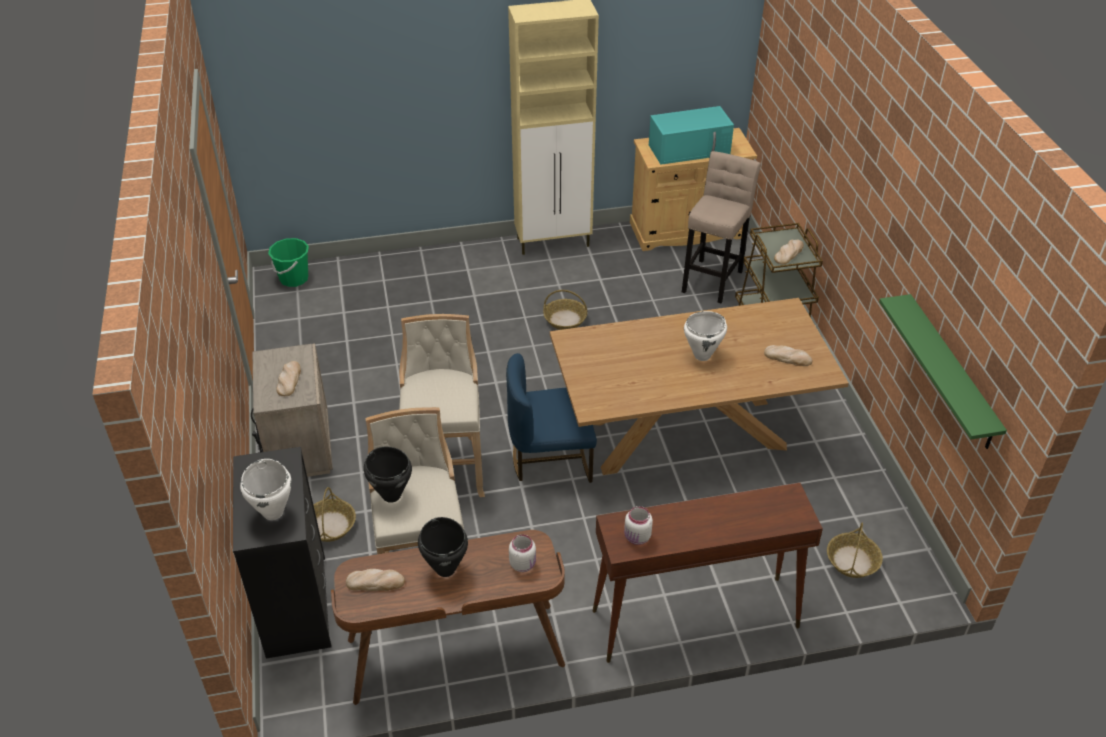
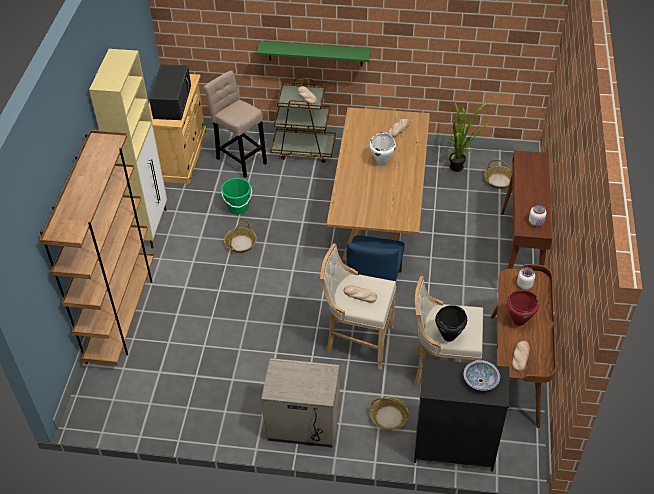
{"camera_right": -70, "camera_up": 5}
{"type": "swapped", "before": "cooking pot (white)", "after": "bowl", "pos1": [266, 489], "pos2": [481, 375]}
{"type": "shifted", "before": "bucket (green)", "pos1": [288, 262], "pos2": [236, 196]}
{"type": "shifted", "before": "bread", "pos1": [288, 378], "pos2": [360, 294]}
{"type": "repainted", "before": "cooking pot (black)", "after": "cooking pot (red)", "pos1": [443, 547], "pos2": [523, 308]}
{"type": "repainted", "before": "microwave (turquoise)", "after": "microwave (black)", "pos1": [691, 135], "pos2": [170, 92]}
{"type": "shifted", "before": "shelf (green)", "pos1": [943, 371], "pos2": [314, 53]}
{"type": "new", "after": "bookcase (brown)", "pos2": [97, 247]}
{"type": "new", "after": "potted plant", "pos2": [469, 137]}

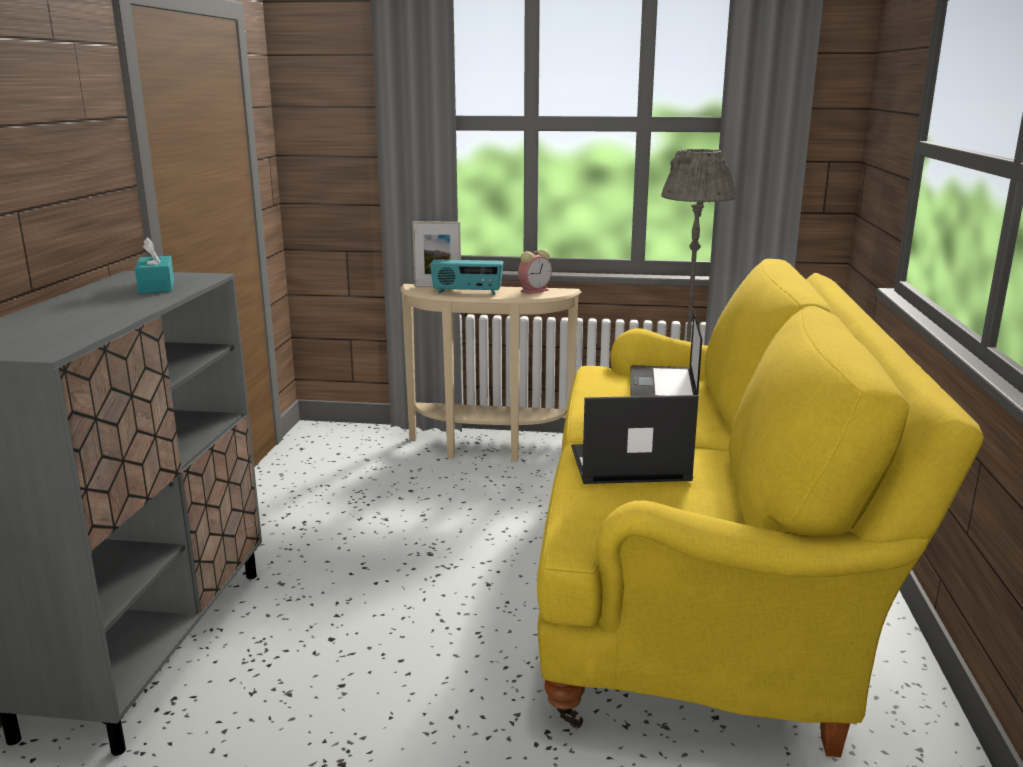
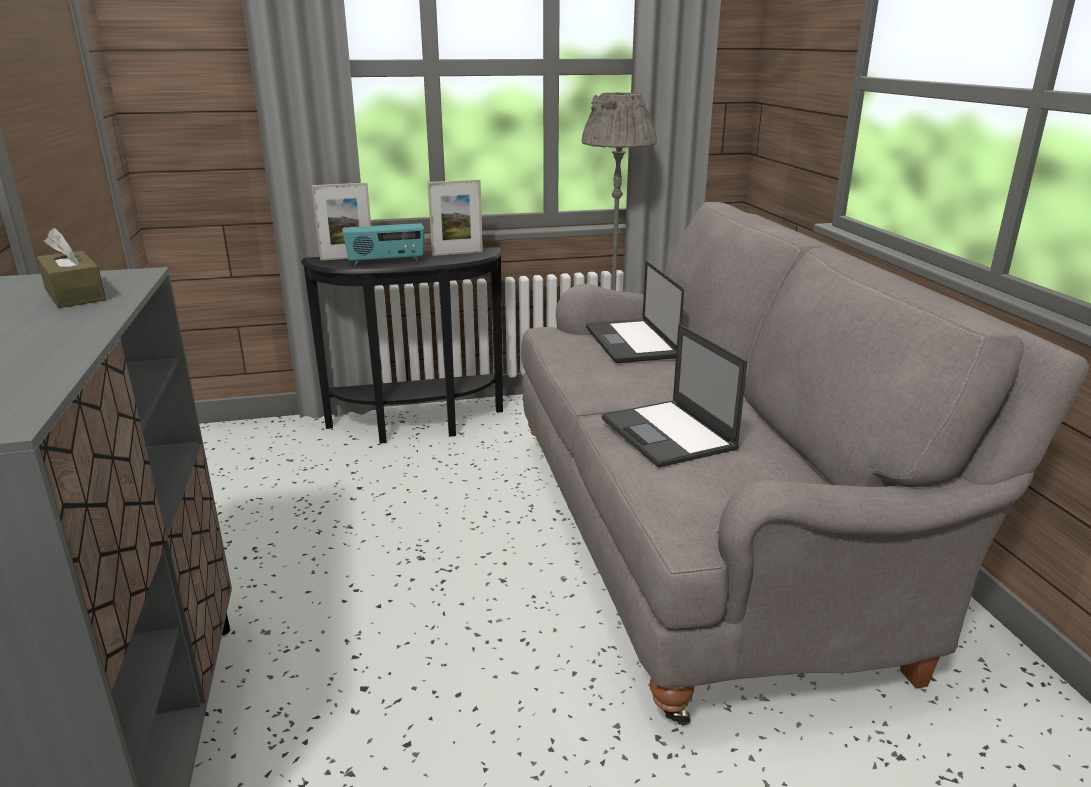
{"camera_right": -20, "camera_up": 5}
{"type": "repainted", "before": "tissue box (turquoise)", "after": "tissue box (brown)", "pos1": [154, 265], "pos2": [71, 268]}
{"type": "repainted", "before": "console table (beige)", "after": "console table (black)", "pos1": [491, 373], "pos2": [402, 345]}
{"type": "swapped", "before": "alarm clock", "after": "picture frame", "pos1": [535, 271], "pos2": [455, 217]}
{"type": "repainted", "before": "sofa (yellow)", "after": "sofa (grey)", "pos1": [760, 508], "pos2": [805, 463]}
{"type": "rotated", "before": "laptop", "pos1": [635, 439], "pos2": [675, 396], "turn": -90}

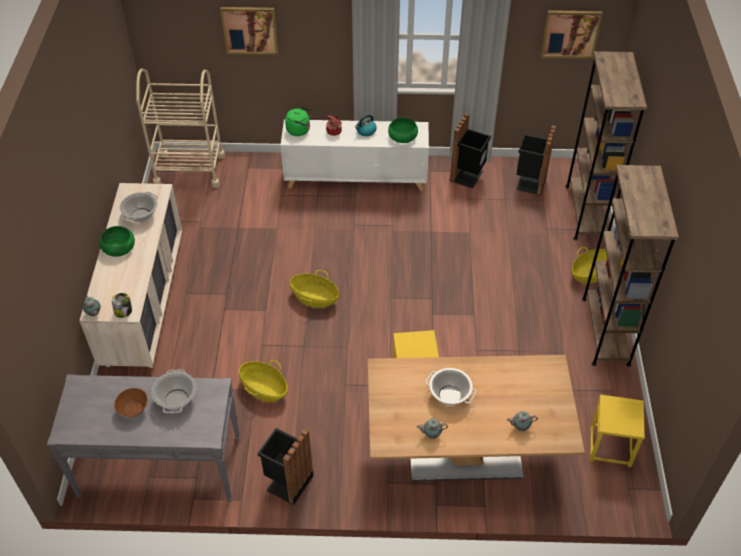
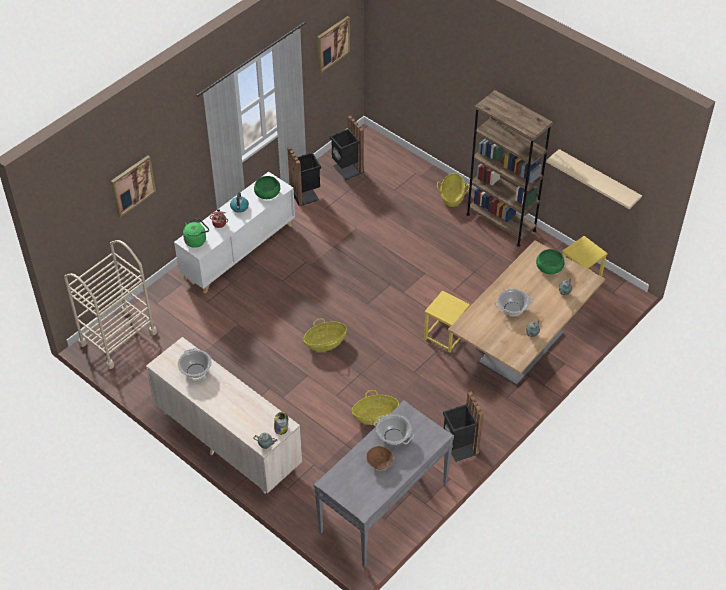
{"camera_right": -50, "camera_up": 0}
{"type": "shifted", "before": "bowl (green)", "pos1": [117, 241], "pos2": [550, 261]}
{"type": "gone", "before": "bookcase (brown)", "pos1": [606, 145]}
{"type": "new", "after": "shelf (beige)", "pos2": [594, 179]}

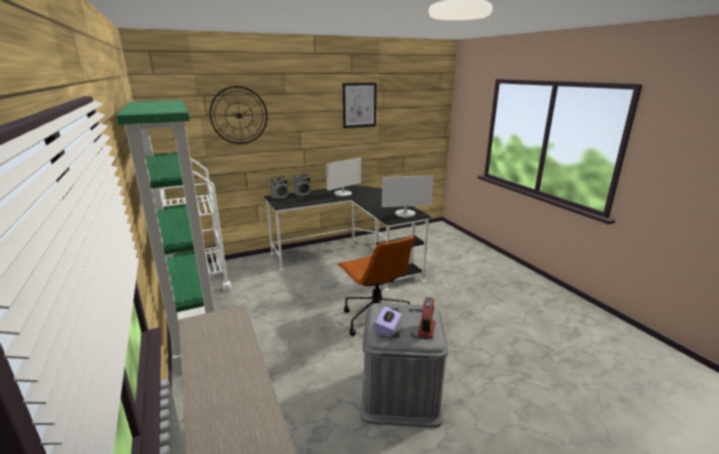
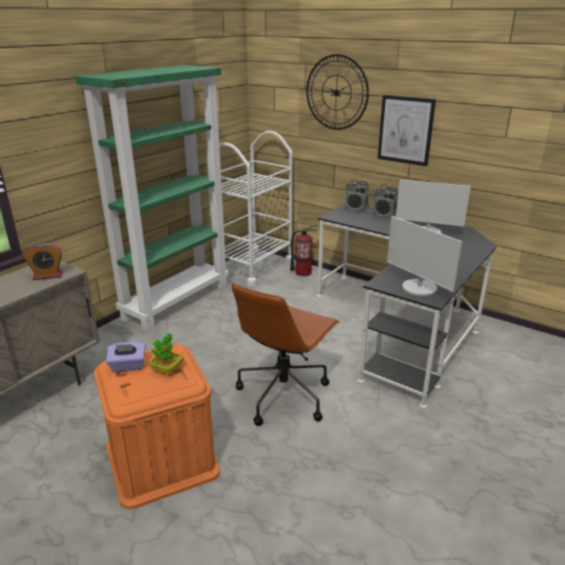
{"camera_right": 60, "camera_up": 5}
{"type": "shifted", "before": "picture", "pos1": [360, 105], "pos2": [407, 130]}
{"type": "repainted", "before": "storage box (grey)", "after": "storage box (orange)", "pos1": [404, 365], "pos2": [157, 426]}
{"type": "shifted", "before": "alarm clock", "pos1": [426, 317], "pos2": [43, 261]}
{"type": "new", "after": "potted plant", "pos2": [166, 353]}
{"type": "new", "after": "fire extinguisher", "pos2": [303, 250]}

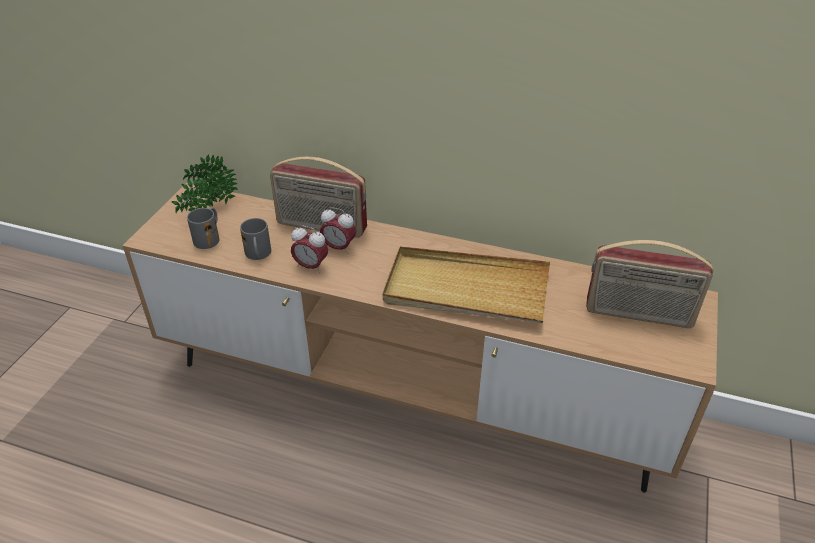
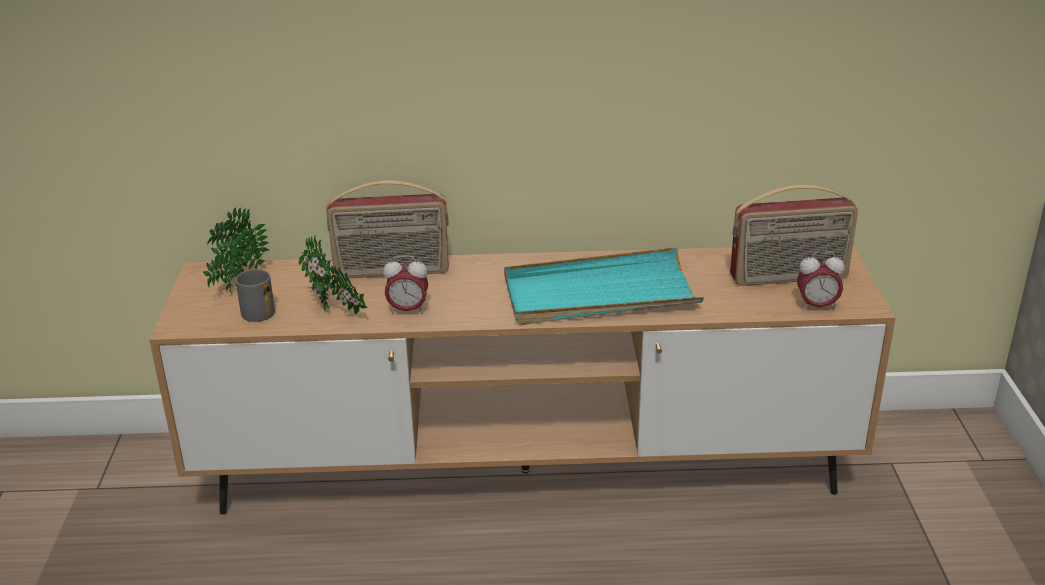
{"camera_right": -20, "camera_up": -10}
{"type": "swapped", "before": "mug (grey)", "after": "potted plant", "pos1": [255, 239], "pos2": [333, 274]}
{"type": "shifted", "before": "alarm clock", "pos1": [338, 230], "pos2": [821, 281]}
{"type": "repainted", "before": "tray (beige)", "after": "tray (turquoise)", "pos1": [466, 284], "pos2": [604, 286]}

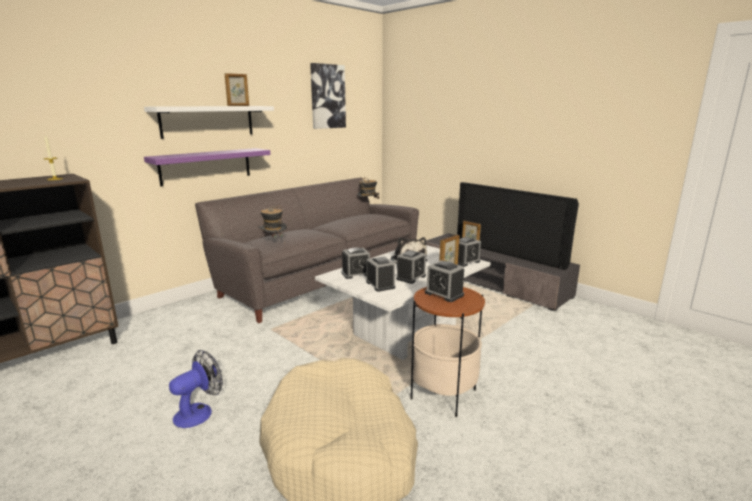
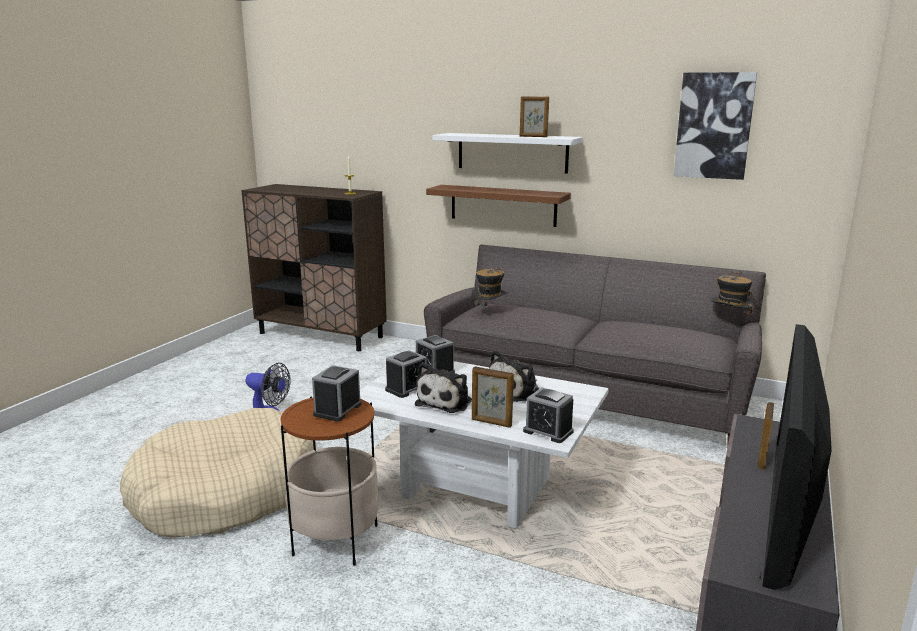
{"camera_right": 70, "camera_up": 0}
{"type": "repainted", "before": "shelf (purple)", "after": "shelf (brown)", "pos1": [207, 167], "pos2": [498, 206]}
{"type": "swapped", "before": "alarm clock", "after": "plush toy", "pos1": [411, 267], "pos2": [443, 387]}

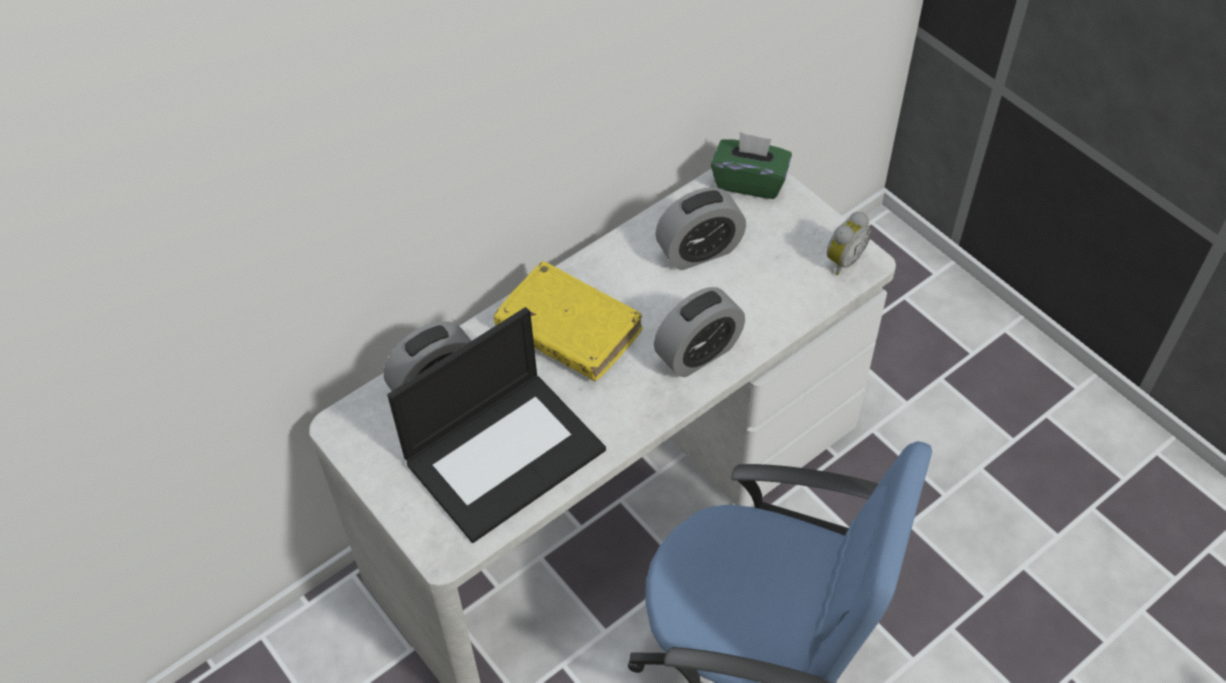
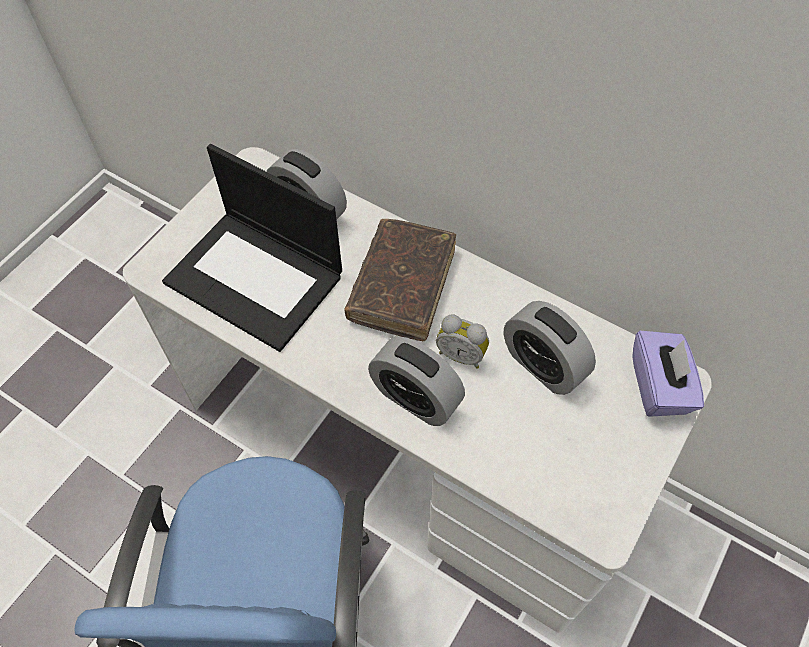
{"camera_right": 70, "camera_up": 5}
{"type": "repainted", "before": "book (yellow)", "after": "book (brown)", "pos1": [568, 321], "pos2": [400, 280]}
{"type": "repainted", "before": "tissue box (green)", "after": "tissue box (purple)", "pos1": [751, 165], "pos2": [668, 374]}
{"type": "shifted", "before": "alarm clock", "pos1": [848, 244], "pos2": [462, 342]}

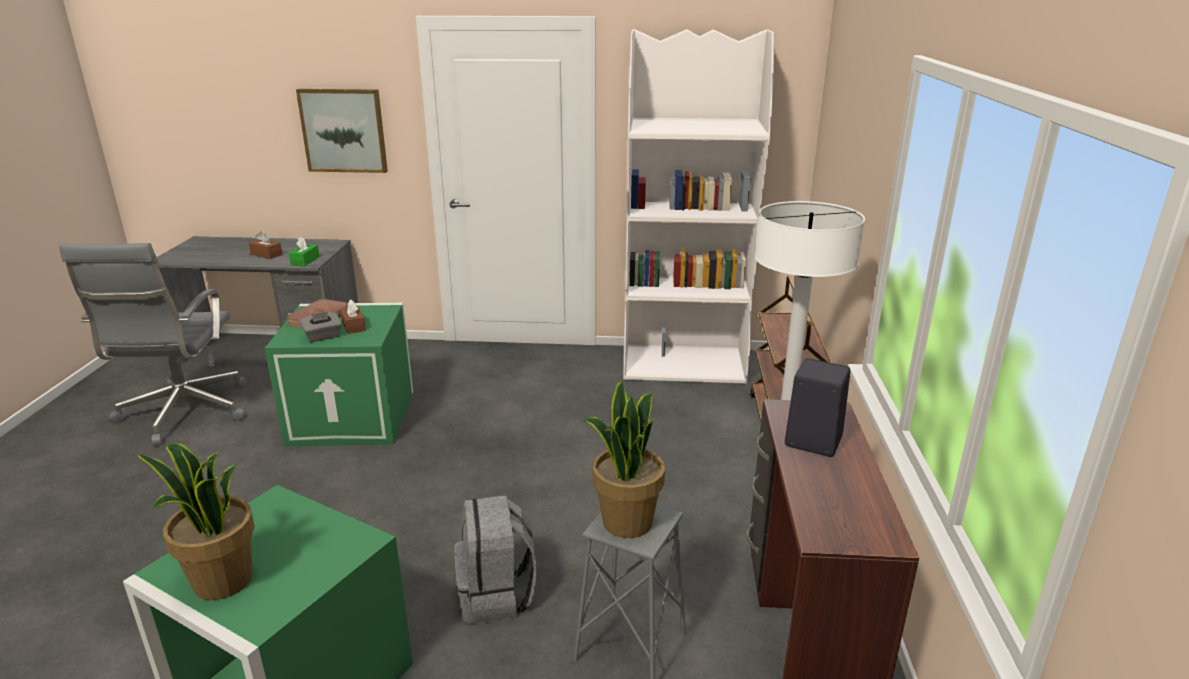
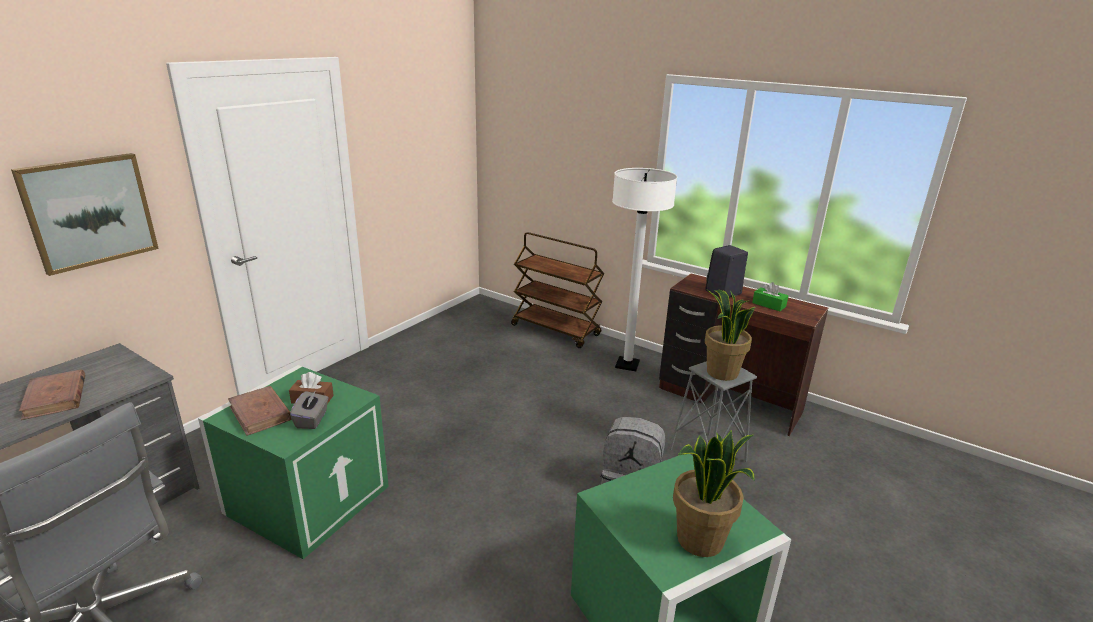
{"camera_right": -60, "camera_up": 0}
{"type": "swapped", "before": "tissue box (brown)", "after": "book (brown)", "pos1": [266, 245], "pos2": [52, 394]}
{"type": "shifted", "before": "tissue box (green)", "pos1": [304, 251], "pos2": [770, 296]}
{"type": "gone", "before": "bookcase (white)", "pos1": [698, 206]}

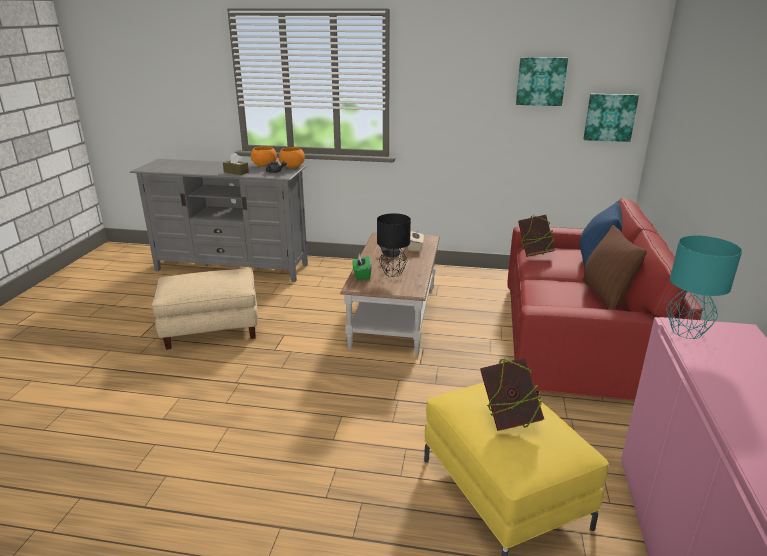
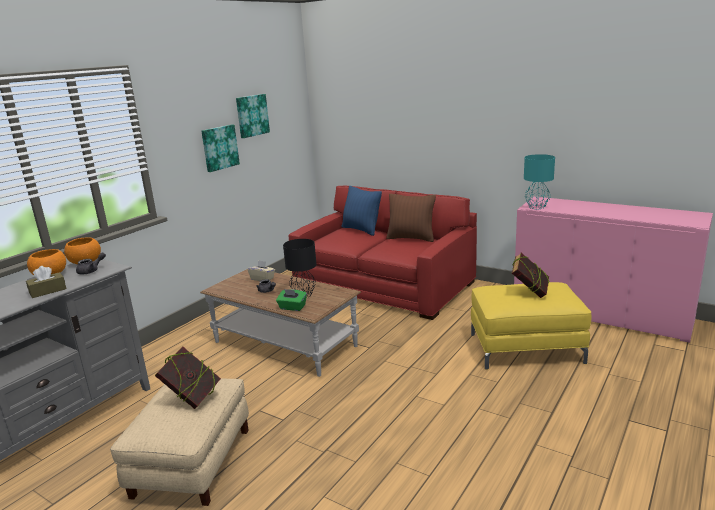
{"camera_right": -65, "camera_up": -5}
{"type": "shifted", "before": "book", "pos1": [536, 236], "pos2": [188, 377]}
{"type": "shifted", "before": "picture", "pos1": [611, 118], "pos2": [220, 148]}

